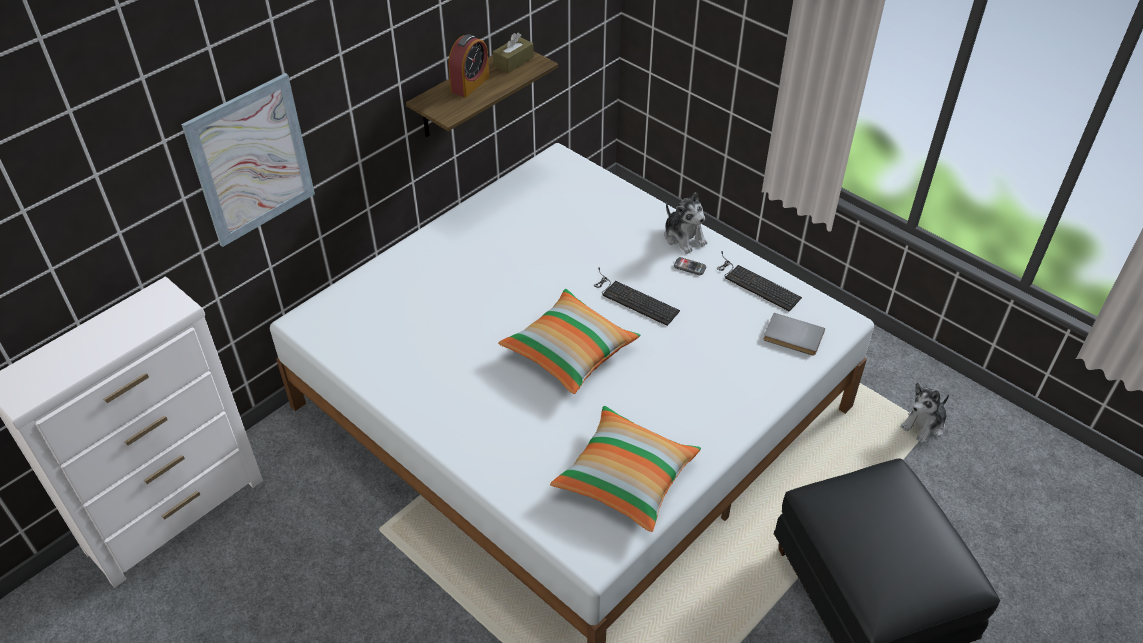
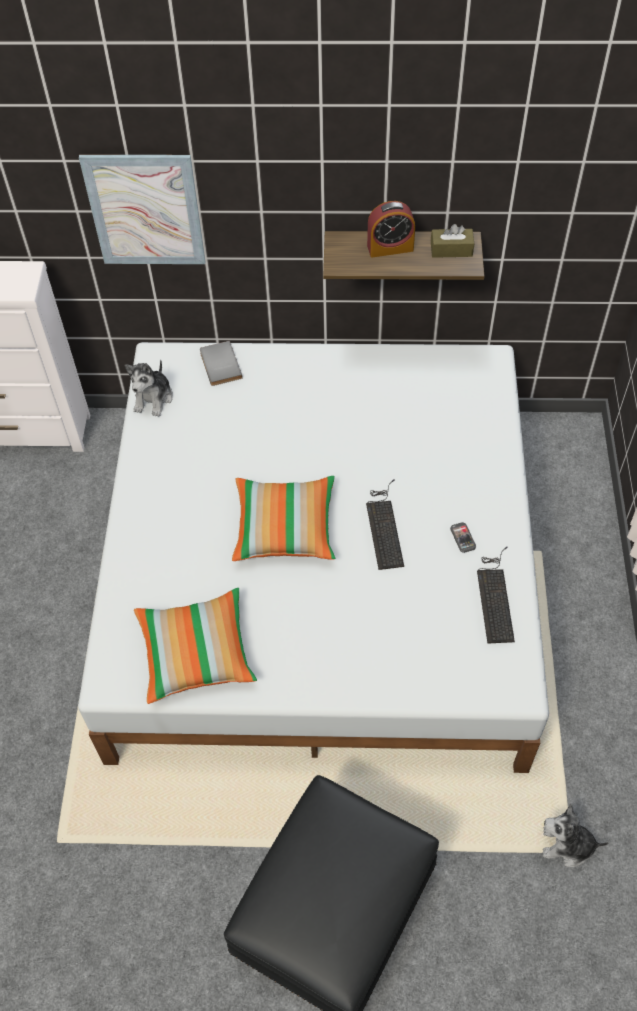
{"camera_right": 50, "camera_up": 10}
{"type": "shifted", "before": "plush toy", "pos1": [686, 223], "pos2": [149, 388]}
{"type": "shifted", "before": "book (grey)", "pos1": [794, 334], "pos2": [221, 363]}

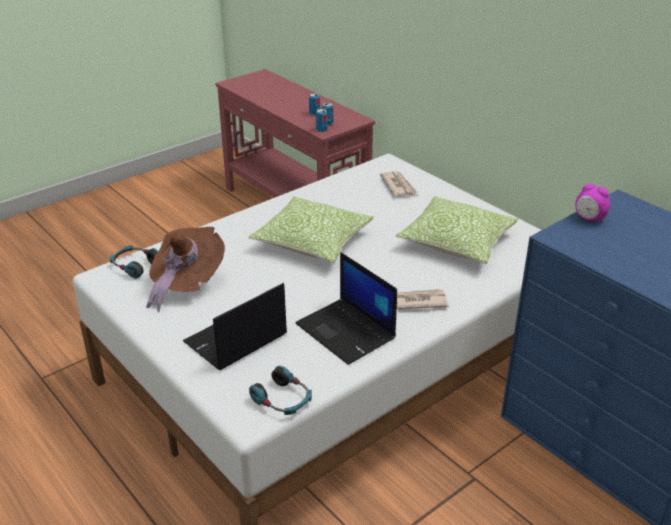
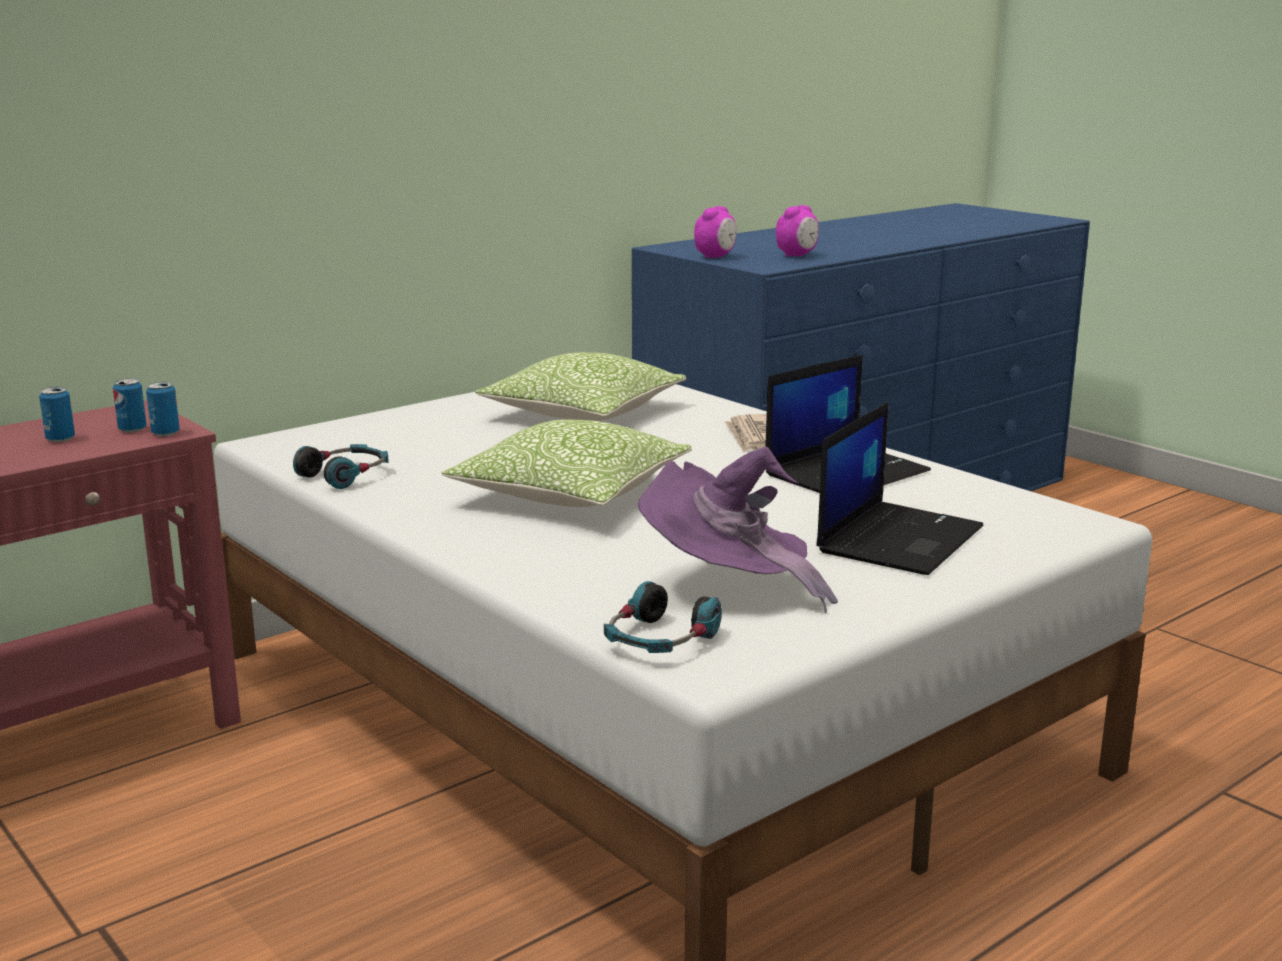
{"camera_right": -90, "camera_up": -15}
{"type": "repainted", "before": "hat (brown)", "after": "hat (purple)", "pos1": [185, 269], "pos2": [738, 530]}
{"type": "rotated", "before": "laptop", "pos1": [235, 326], "pos2": [900, 488], "turn": -105}
{"type": "shifted", "before": "headphones", "pos1": [280, 390], "pos2": [341, 466]}
{"type": "gone", "before": "newspaper", "pos1": [399, 184]}
{"type": "new", "after": "alarm clock", "pos2": [797, 231]}

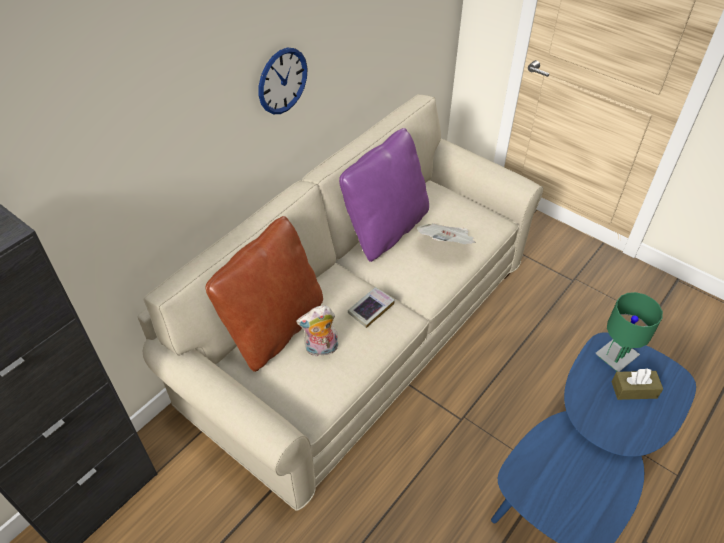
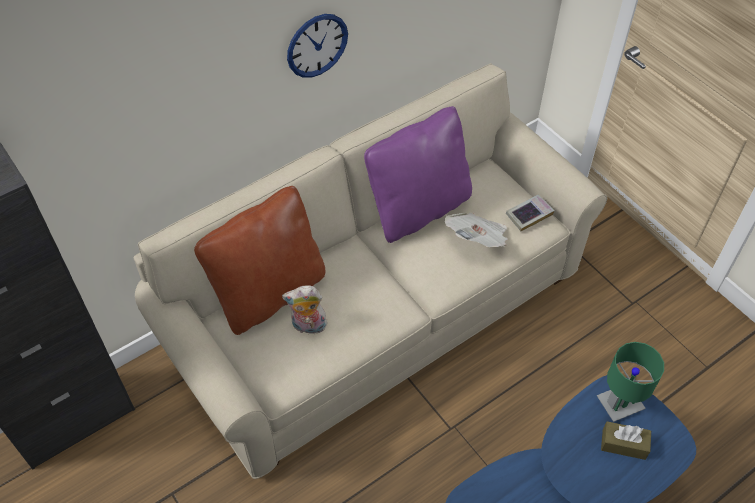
{"camera_right": 15, "camera_up": 5}
{"type": "shifted", "before": "book", "pos1": [371, 307], "pos2": [530, 213]}

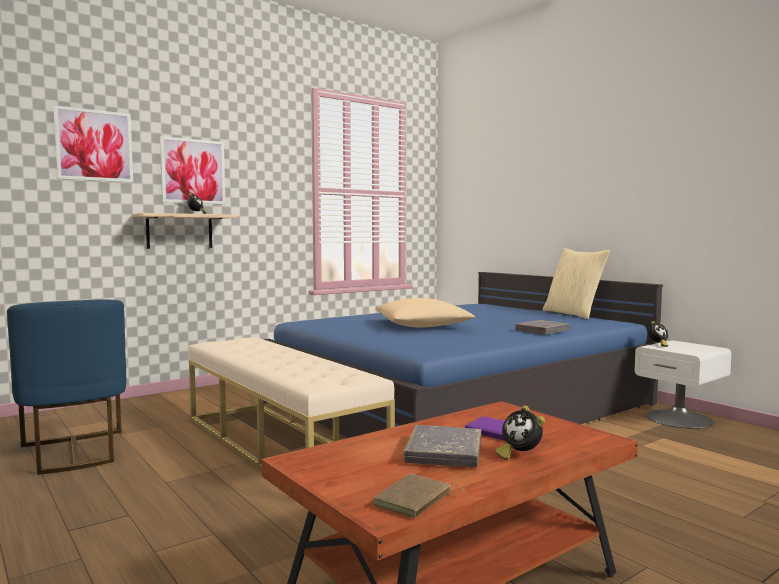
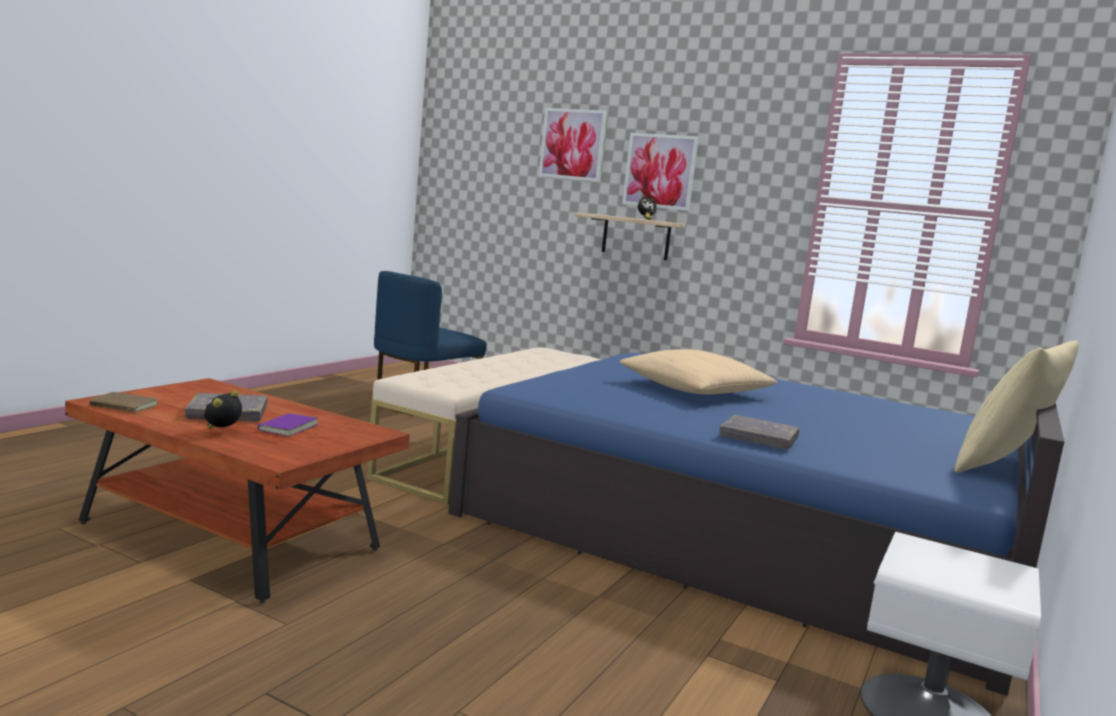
{"camera_right": 65, "camera_up": 5}
{"type": "gone", "before": "alarm clock", "pos1": [658, 334]}

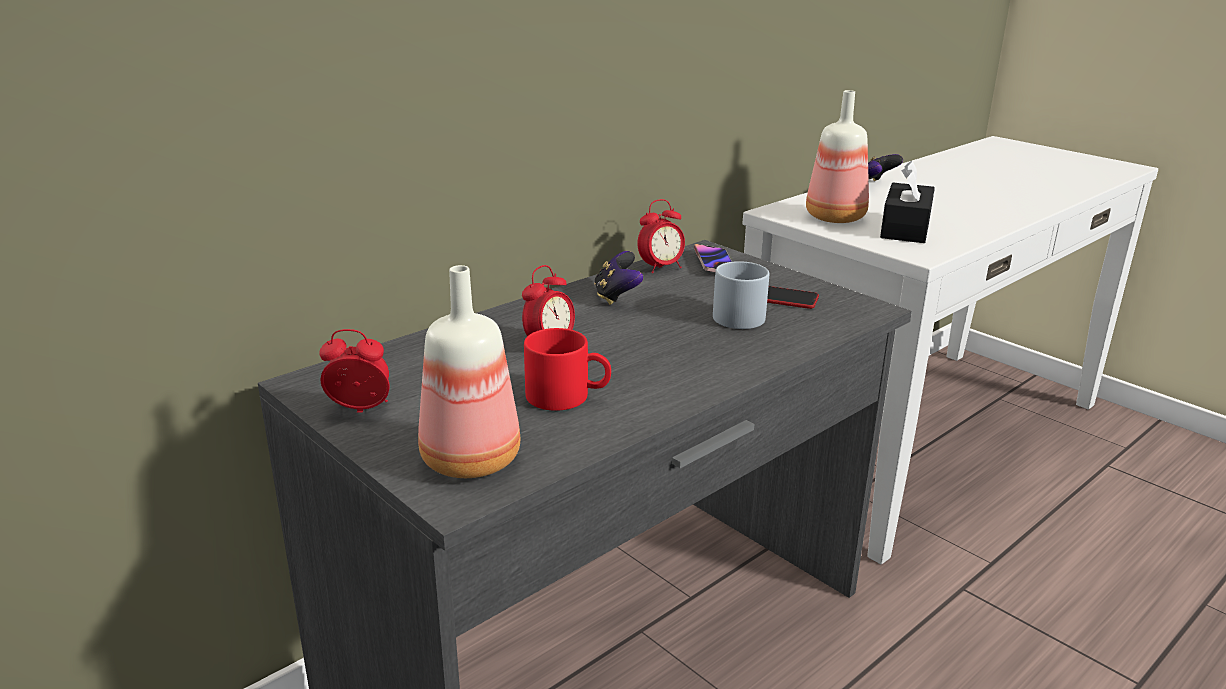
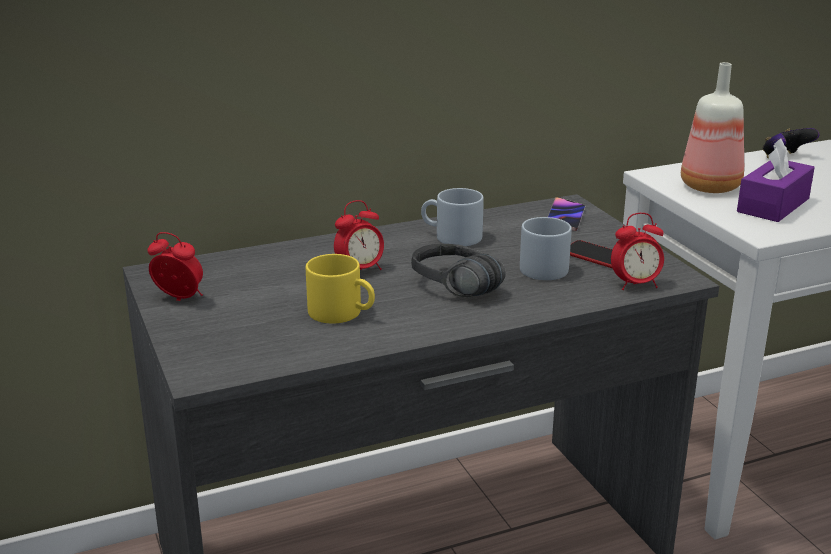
{"camera_right": 20, "camera_up": 0}
{"type": "gone", "before": "bottle", "pos1": [469, 371]}
{"type": "repainted", "before": "mug (red)", "after": "mug (yellow)", "pos1": [567, 369], "pos2": [340, 289]}
{"type": "swapped", "before": "game controller", "after": "mug (grey)", "pos1": [618, 278], "pos2": [452, 217]}
{"type": "shifted", "before": "alarm clock", "pos1": [661, 236], "pos2": [637, 251]}
{"type": "repainted", "before": "tissue box (black)", "after": "tissue box (purple)", "pos1": [907, 202], "pos2": [776, 180]}
{"type": "new", "after": "headphones (black)", "pos2": [458, 270]}

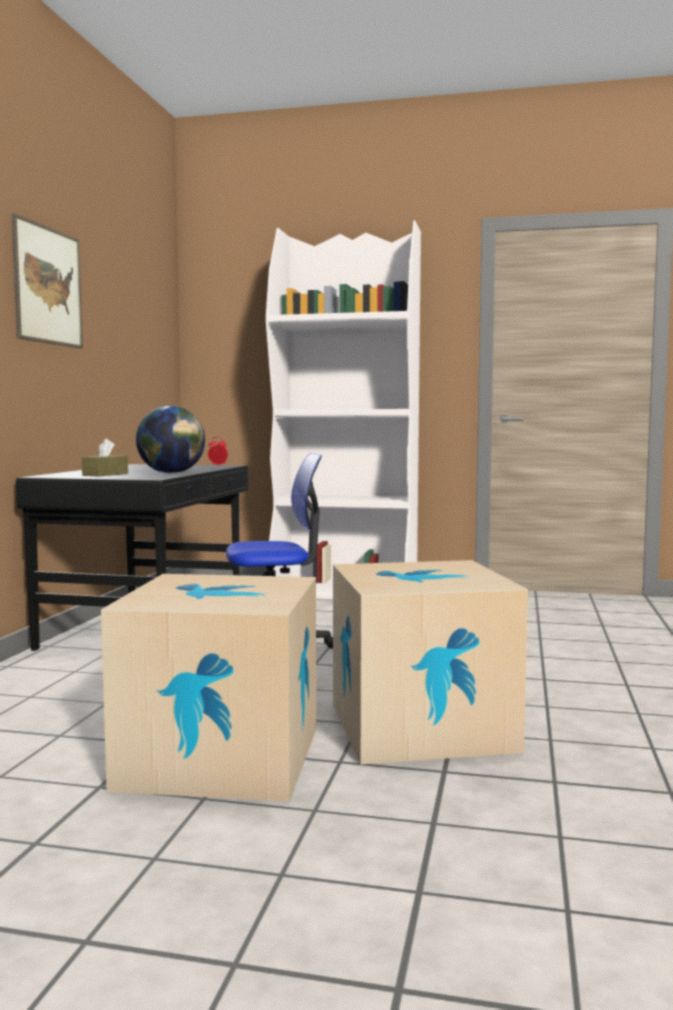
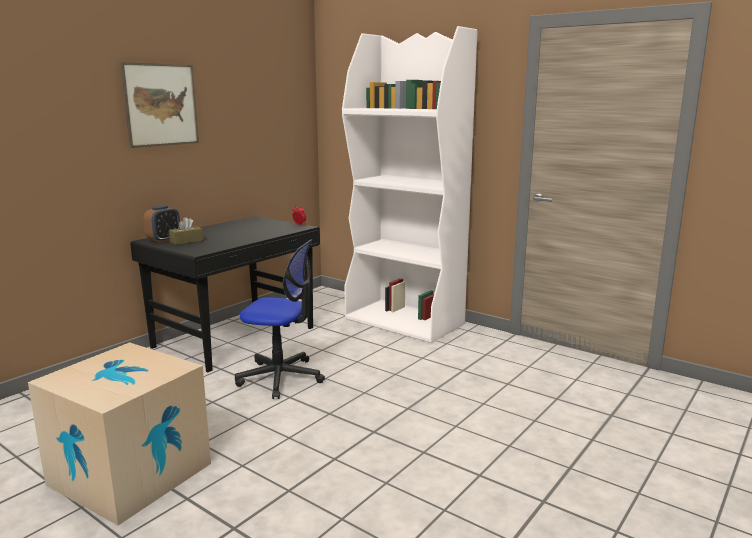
{"camera_right": 25, "camera_up": 10}
{"type": "gone", "before": "globe", "pos1": [170, 439]}
{"type": "gone", "before": "cardboard box", "pos1": [430, 662]}
{"type": "new", "after": "alarm clock", "pos2": [161, 223]}

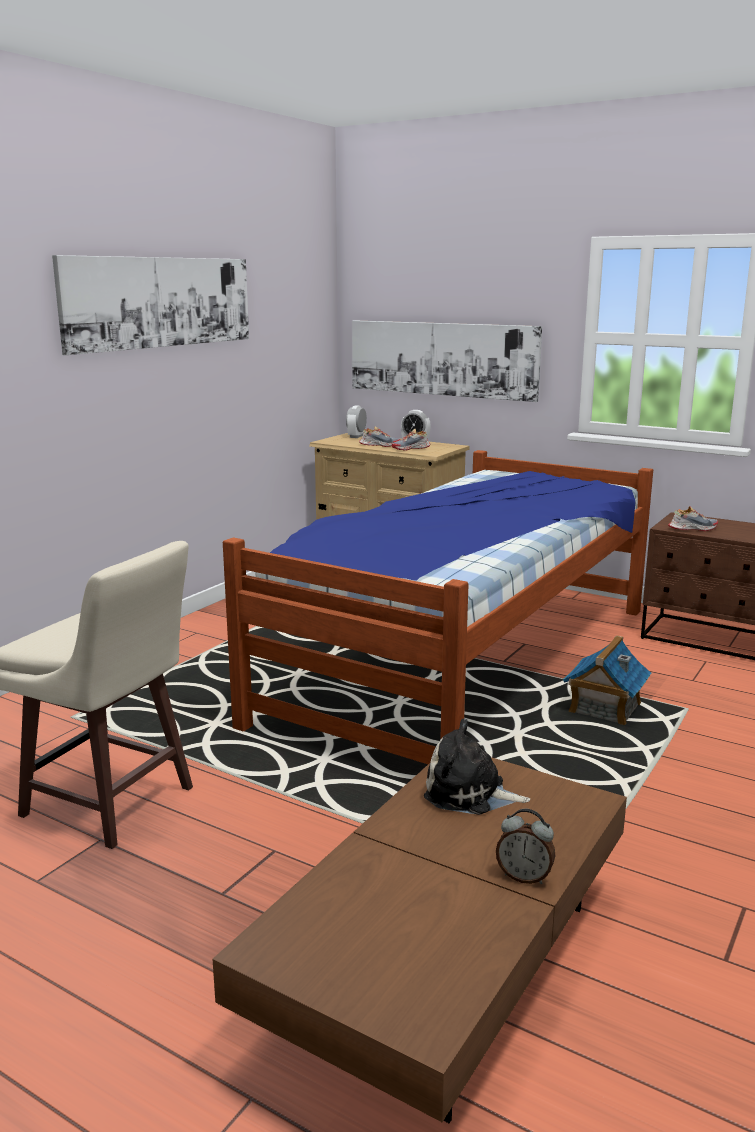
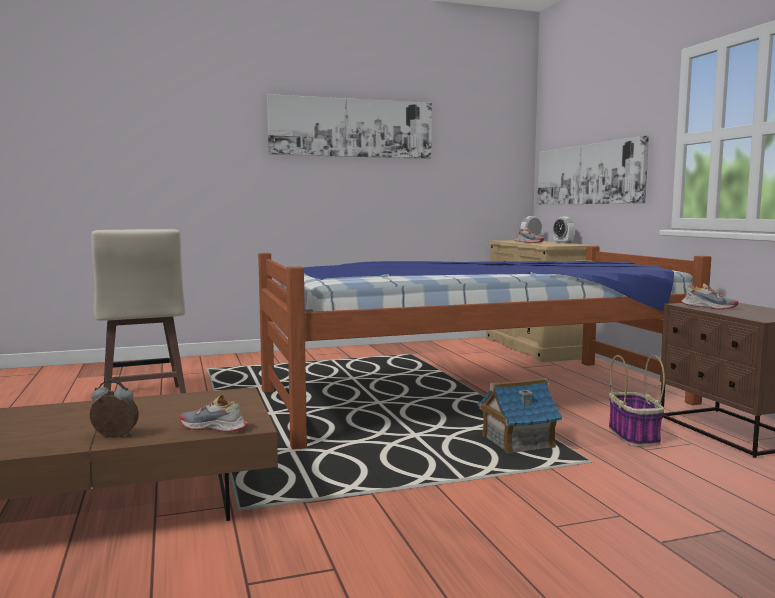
{"camera_right": 40, "camera_up": -10}
{"type": "shifted", "before": "shoe", "pos1": [410, 440], "pos2": [214, 413]}
{"type": "gone", "before": "plush toy", "pos1": [477, 767]}
{"type": "rotated", "before": "alarm clock", "pos1": [525, 846], "pos2": [114, 409], "turn": 120}
{"type": "new", "after": "basket", "pos2": [637, 401]}

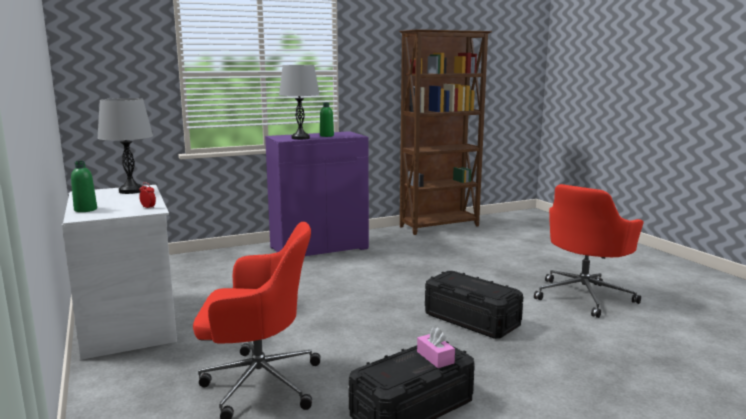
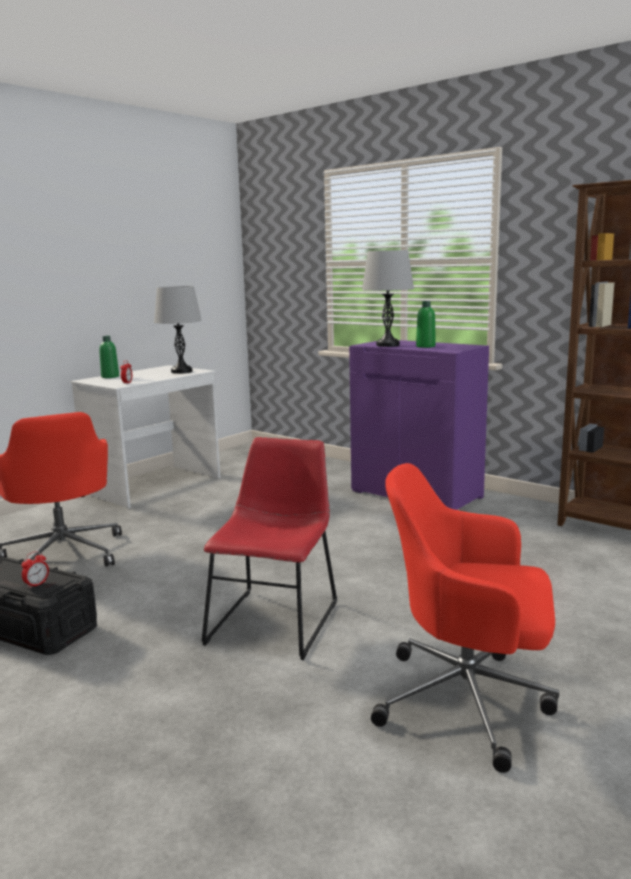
{"camera_right": 65, "camera_up": 0}
{"type": "swapped", "before": "tissue box (pink)", "after": "alarm clock", "pos1": [436, 348], "pos2": [35, 570]}
{"type": "swapped", "before": "storage box (black)", "after": "chair (red)", "pos1": [474, 305], "pos2": [269, 548]}

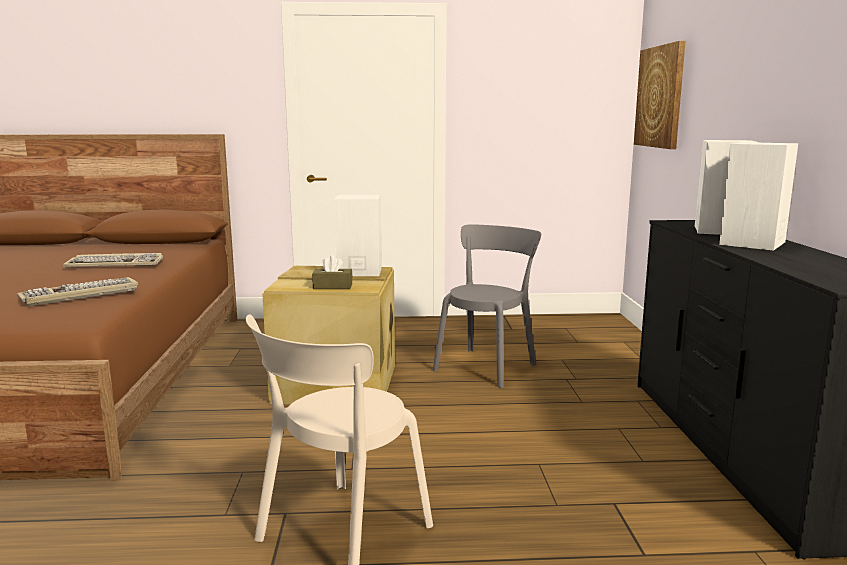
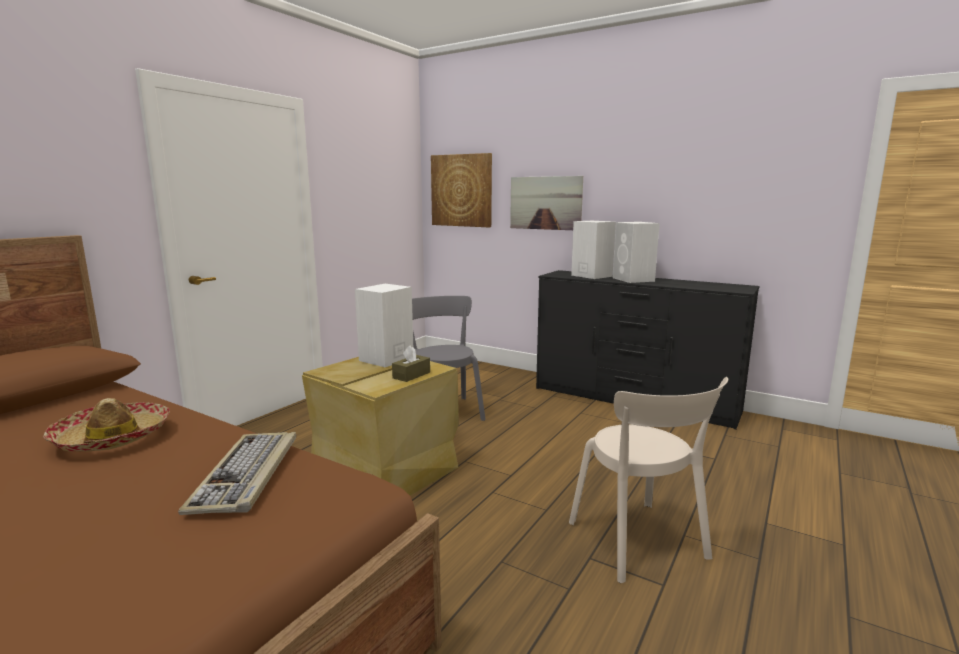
{"camera_right": -55, "camera_up": 0}
{"type": "swapped", "before": "keyboard", "after": "hat", "pos1": [113, 260], "pos2": [107, 424]}
{"type": "new", "after": "picture", "pos2": [546, 203]}

